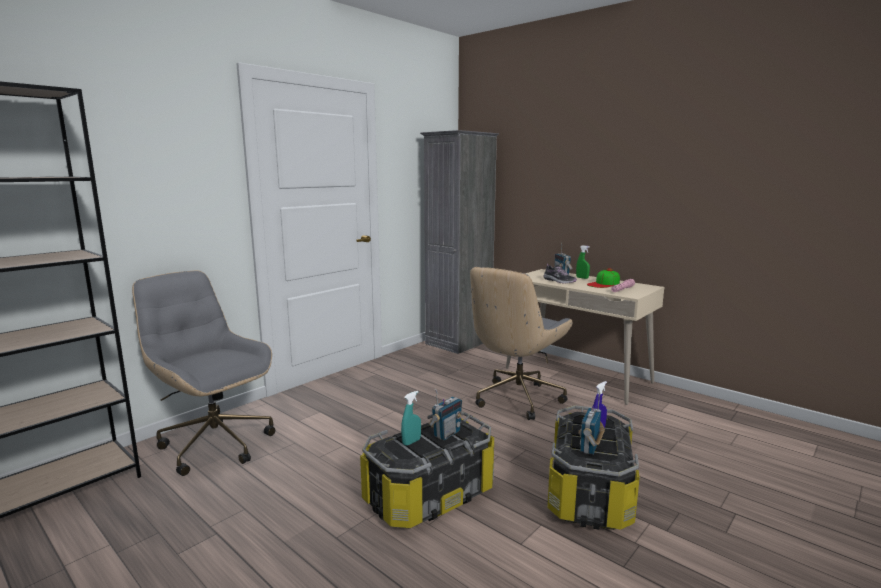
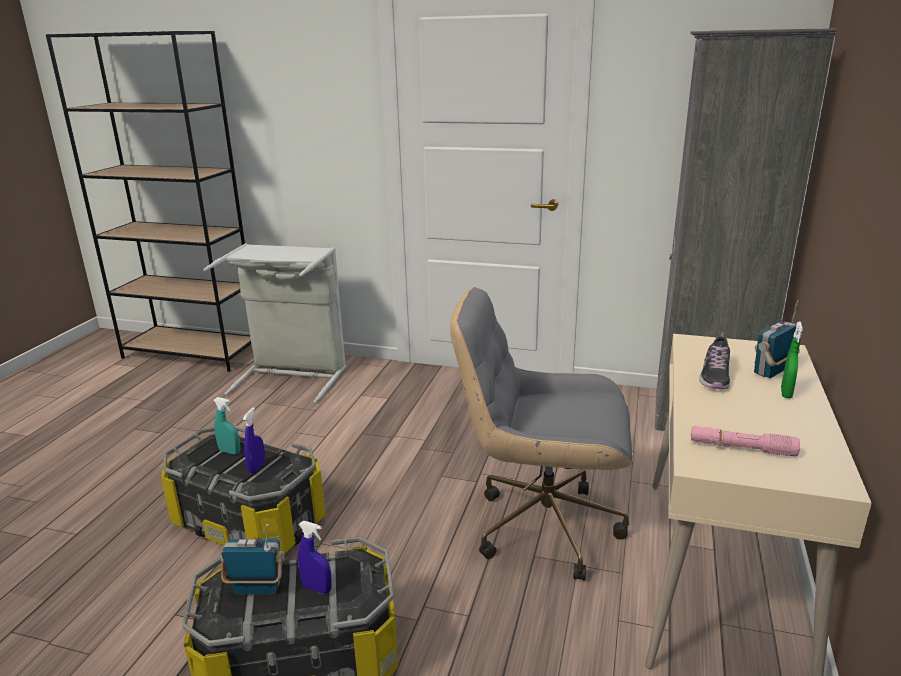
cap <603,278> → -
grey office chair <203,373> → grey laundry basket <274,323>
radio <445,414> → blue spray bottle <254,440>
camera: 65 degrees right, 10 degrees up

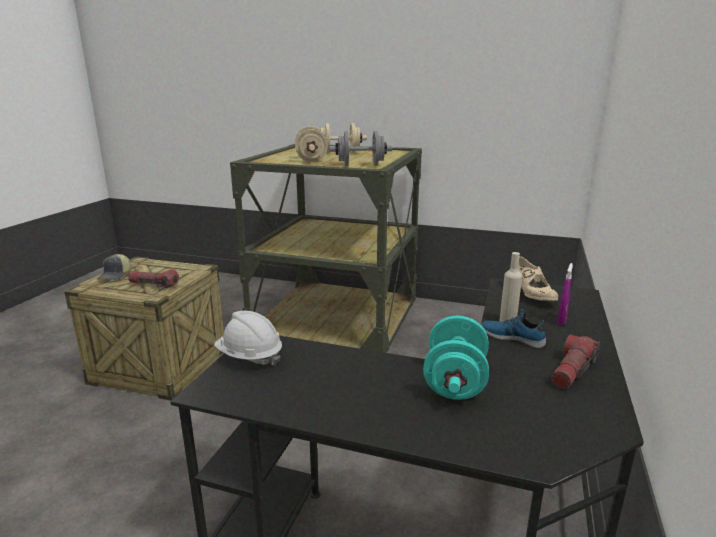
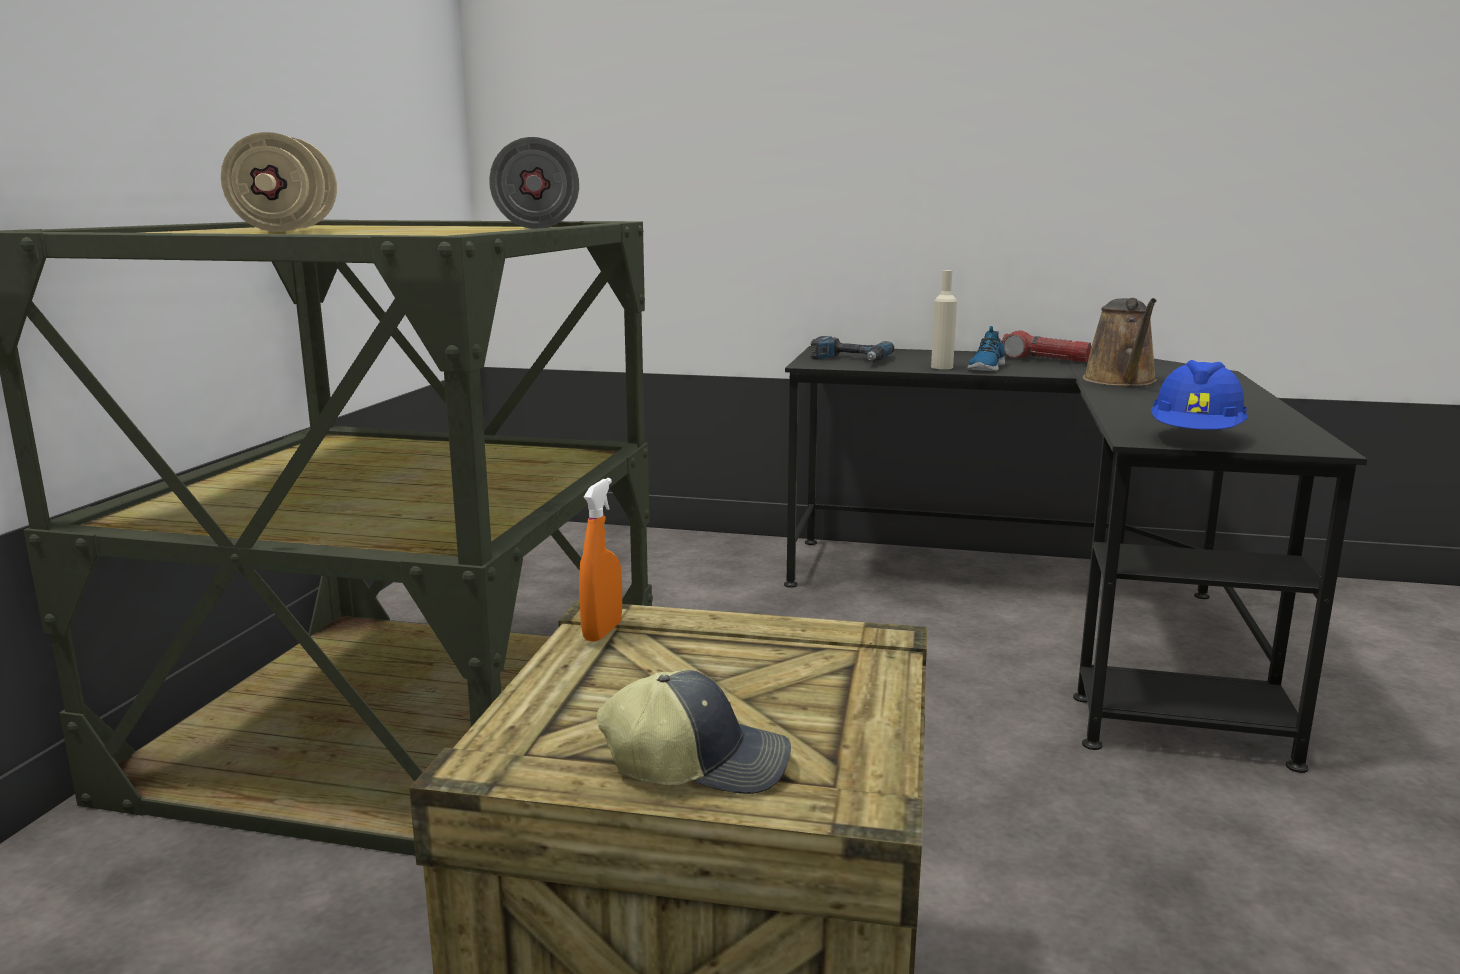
beige dumbbell <311,144> → -
beige shoe <538,279> → power drill <852,349>
purple spray bottle <565,294> → -
flashlight <153,279> → -
white hard hat <248,338> → blue hard hat <1199,395>
turquoise dumbbell <456,358> → brown watering can <1120,342>
- → orange spray bottle <600,560>
camera: 95 degrees left, 5 degrees down

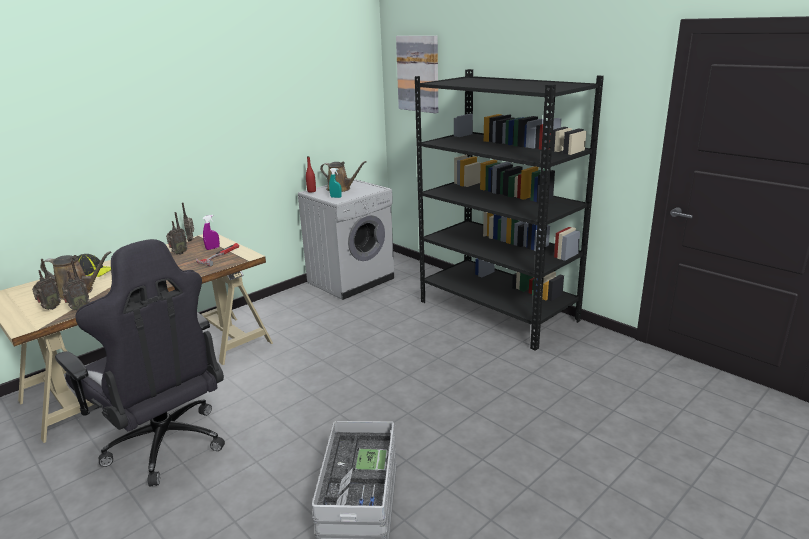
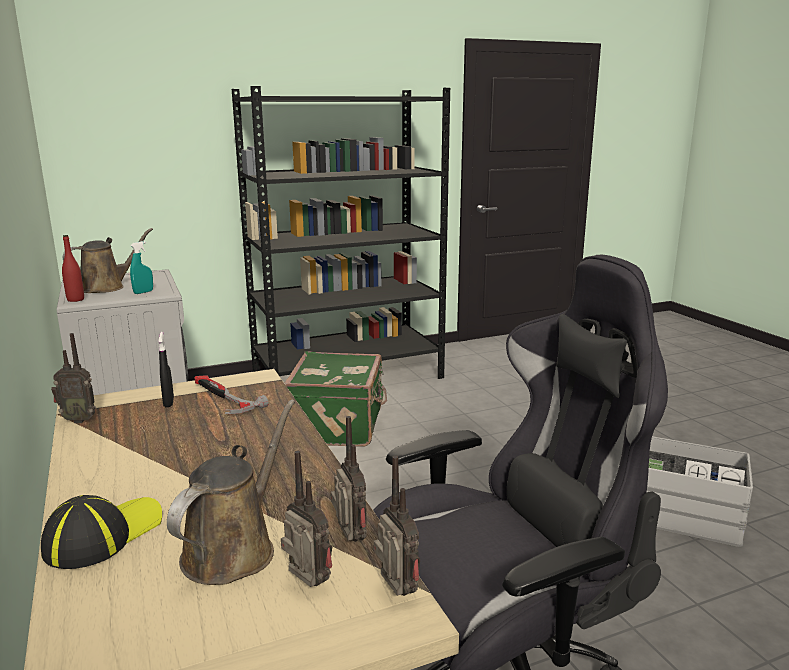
picture <417,74> → -
radio <177,233> → radio <396,526>, move
purple spray bottle <211,232> → black spray bottle <166,369>
- → green suitcase <335,399>
camera: 70 degrees left, 5 degrees down

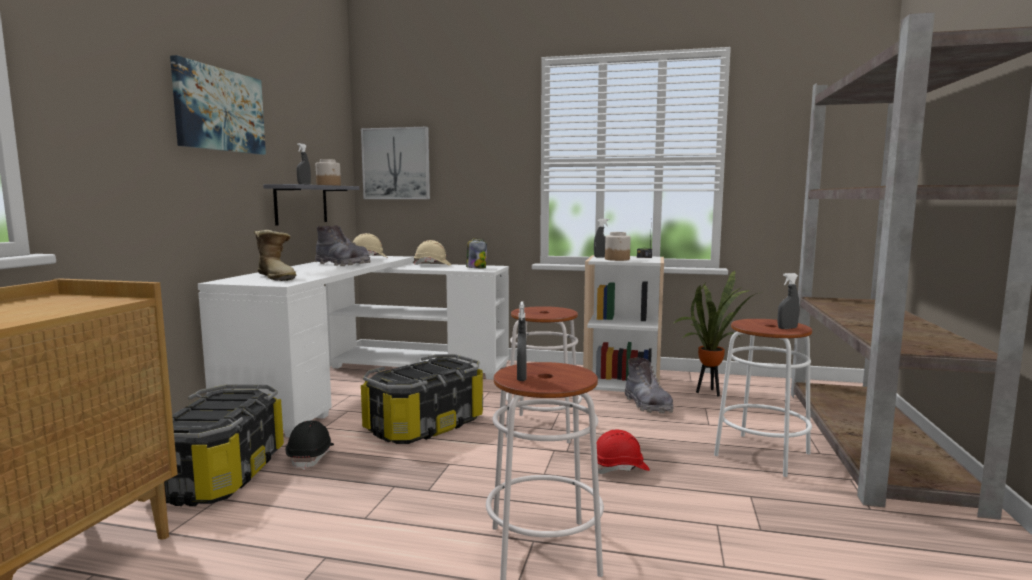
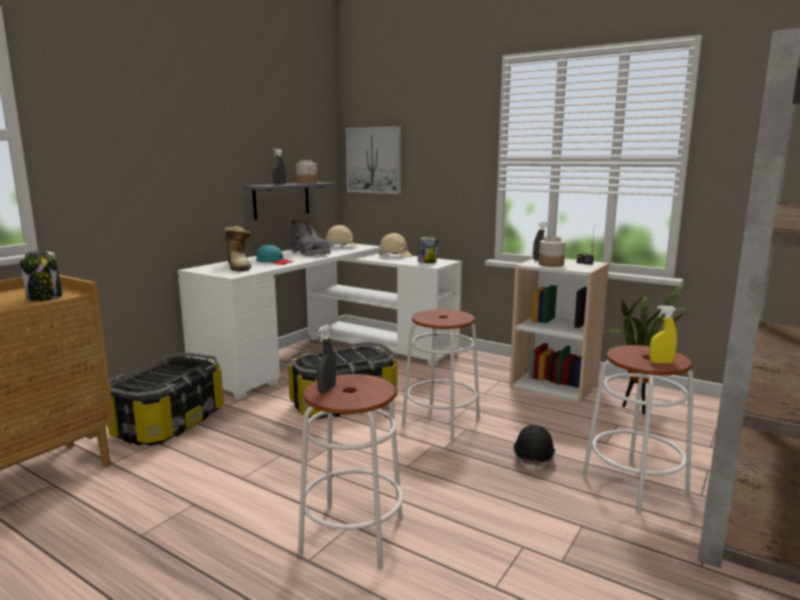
picture <218,105> → -
grey spray bottle <789,301> → yellow spray bottle <663,335>
grey boot <649,386> → -
black hard hat <309,445> → black hard hat <534,449>, move
red hard hat <620,452> → -
- → turquoise cap <274,254>
- → jar <41,276>
camera: 20 degrees right, 5 degrees up

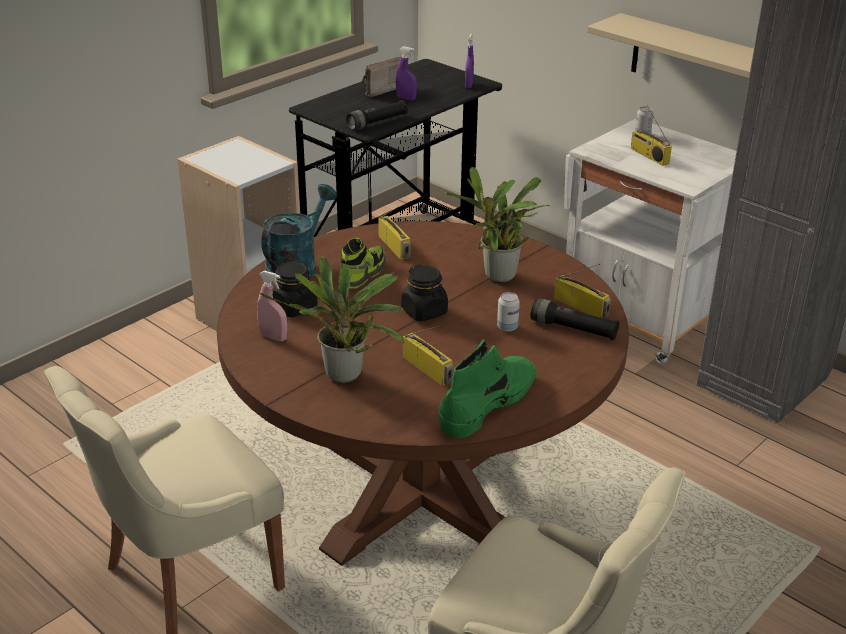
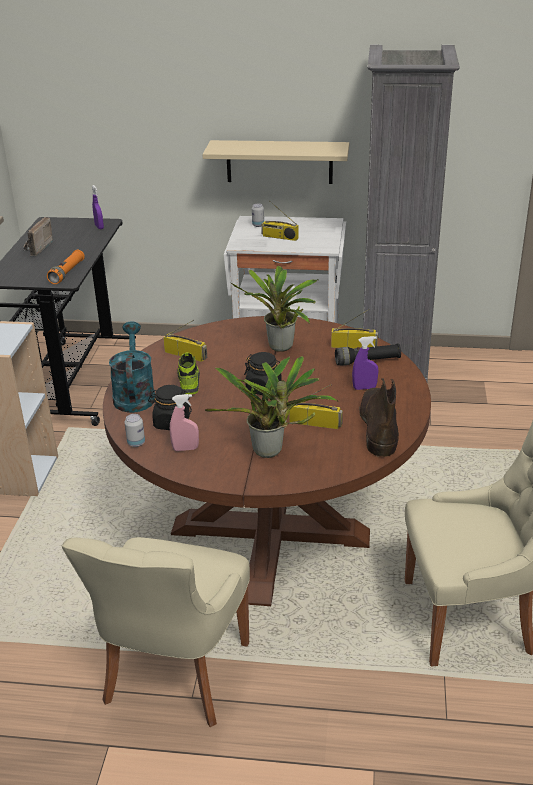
purple spray bottle <406,73> → purple spray bottle <365,363>, move
black flashlight <377,115> → orange flashlight <66,267>
can <508,312> → can <135,430>, move
green boot <488,388> → brown boot <379,418>
camera: 35 degrees left, 0 degrees up

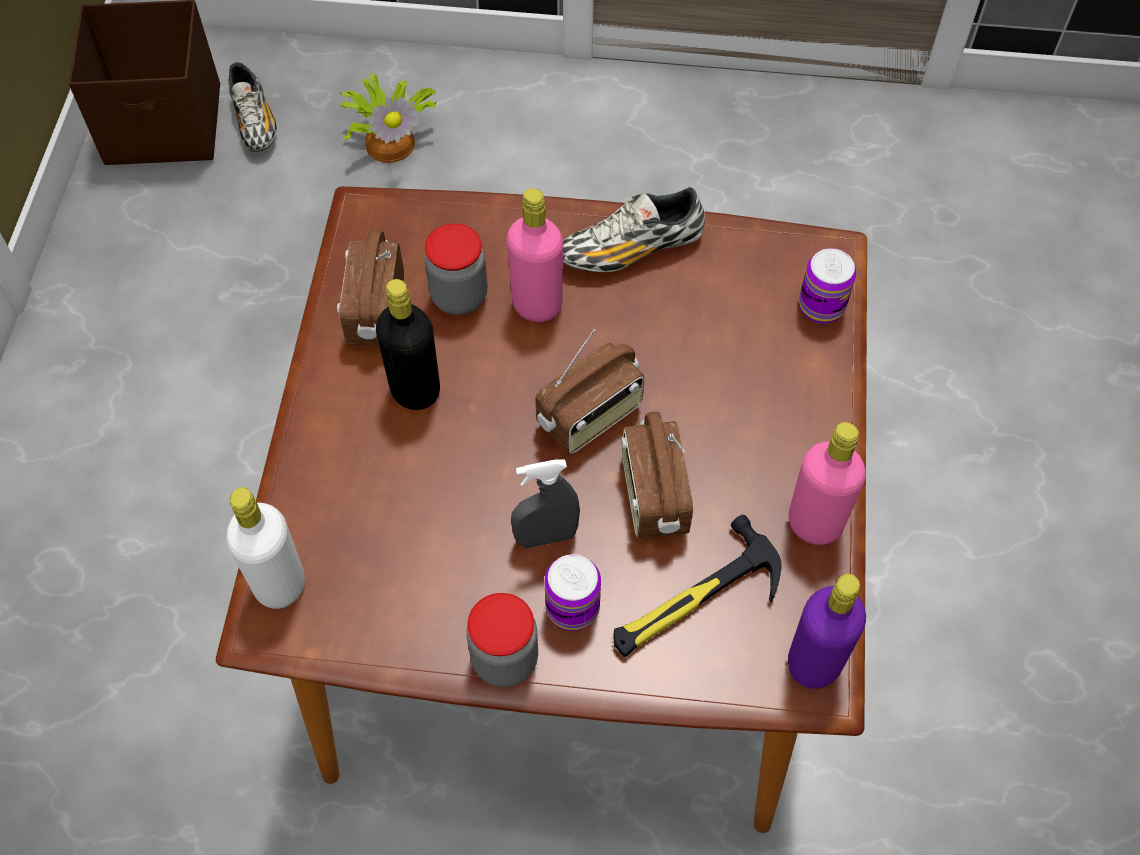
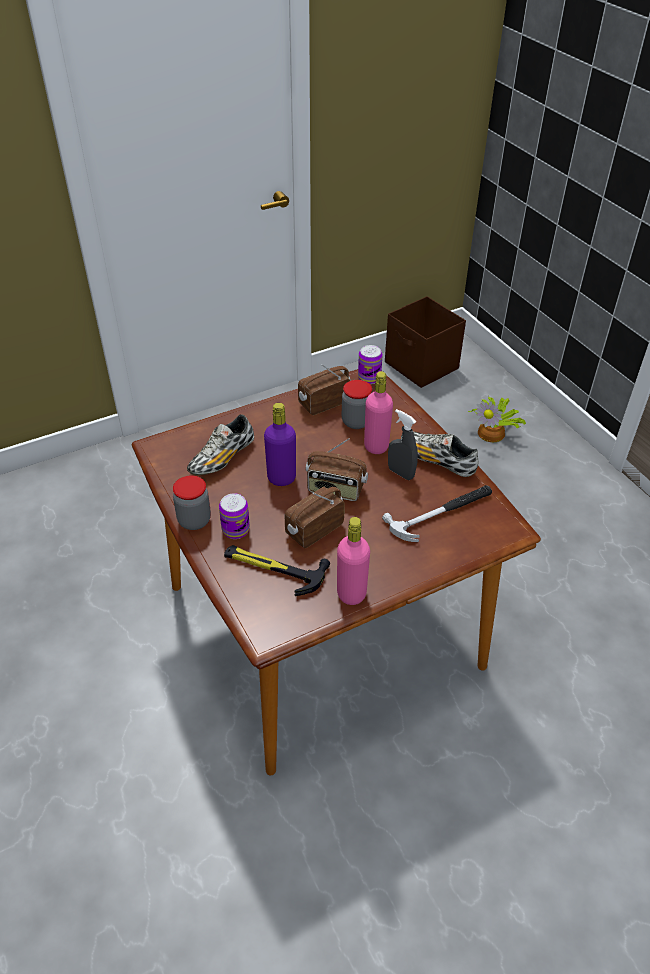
shoe <253,107> → shoe <220,444>, move
can <828,286> → can <370,364>, move
black bottle <408,344> → -
grey spray bottle <545,504> → grey spray bottle <403,444>, move
white bottle <266,548> → -
purple bottle <827,631> → purple bottle <280,444>, move
- → hammer <437,513>
camera: 55 degrees right, 15 degrees down

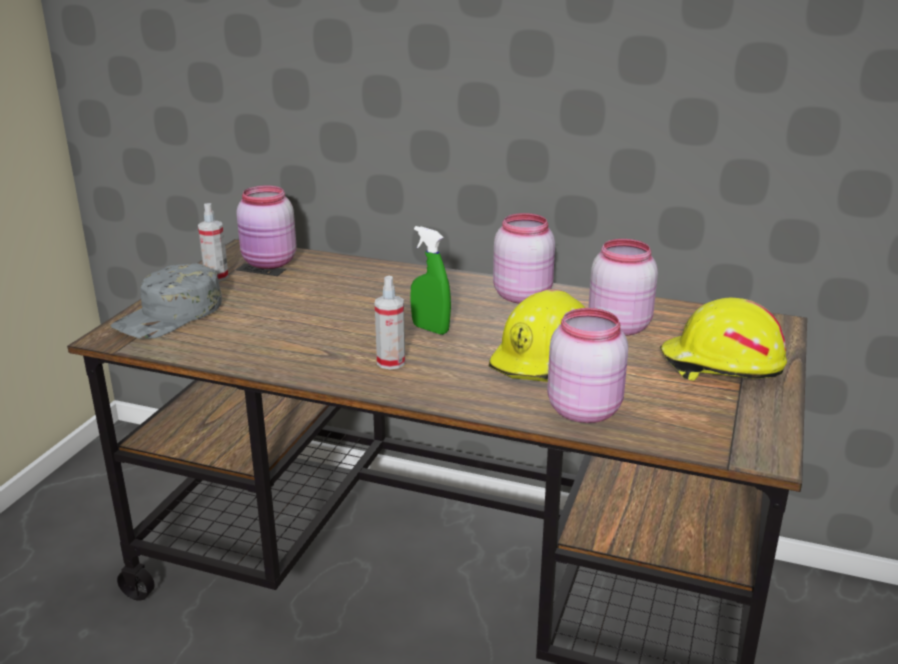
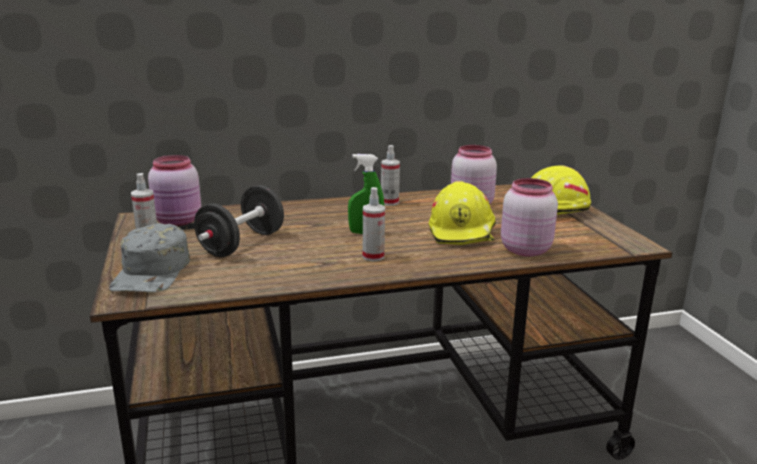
pink jar <524,258> → spray bottle <390,175>
- → black dumbbell <239,221>
camera: 35 degrees left, 5 degrees down

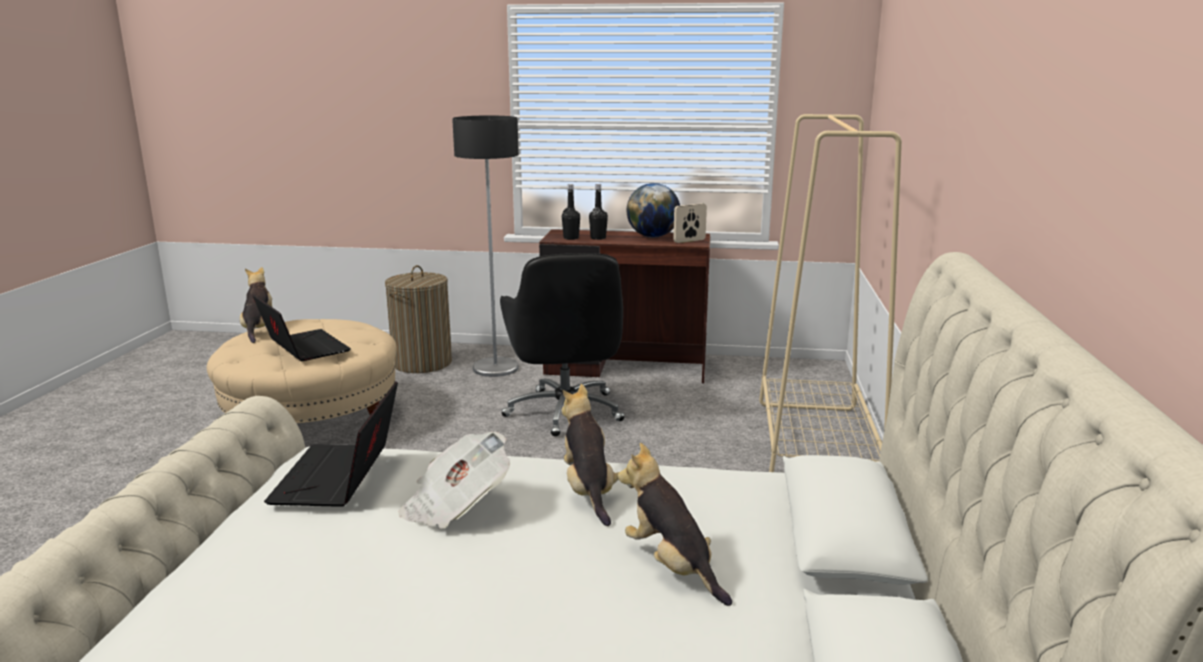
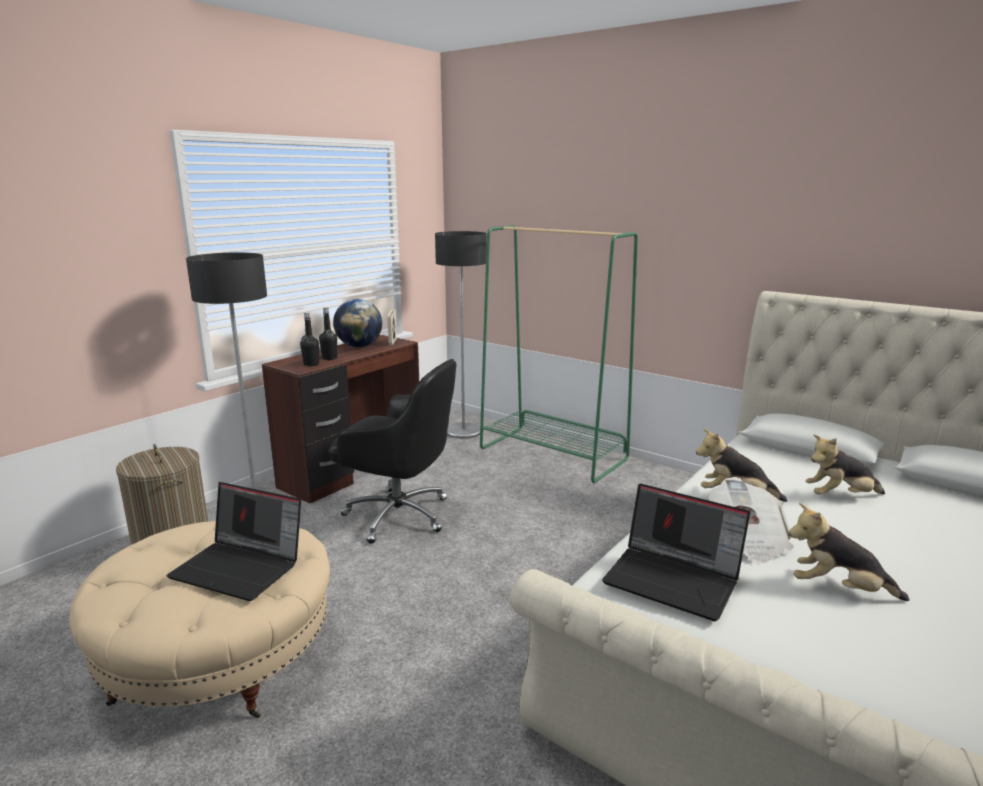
beige clothes rack <830,293> → green clothes rack <559,354>
plush toy <256,305> → plush toy <849,552>, move
laptop <302,328> → laptop <234,541>, 150 degrees counterclockwise
- → floor lamp <461,335>
camera: 60 degrees left, 0 degrees up

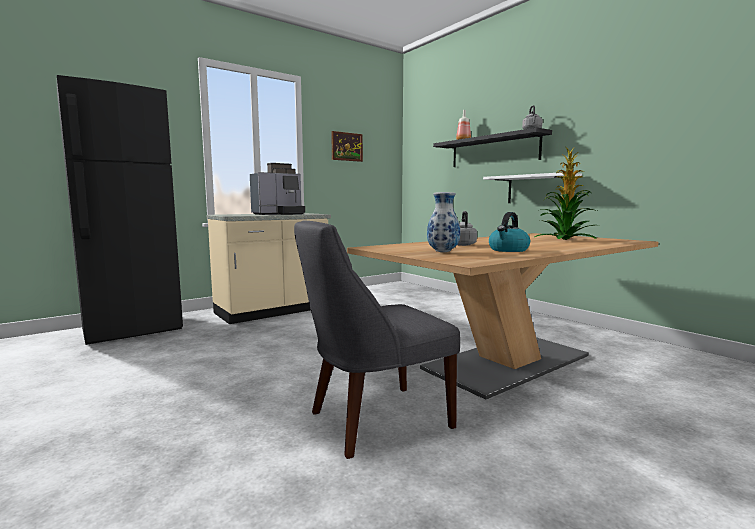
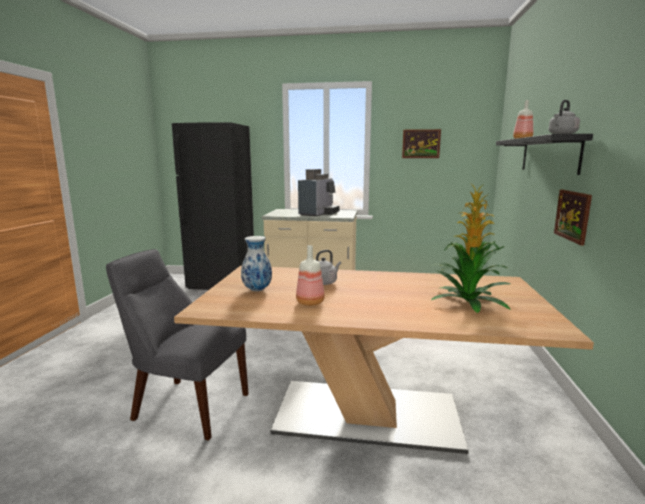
coffee machine <277,189> → coffee machine <319,192>, 75 degrees counterclockwise
white shelf <532,188> → picture <573,217>
kettle <509,232> → bottle <310,275>
camera: 45 degrees right, 5 degrees up

